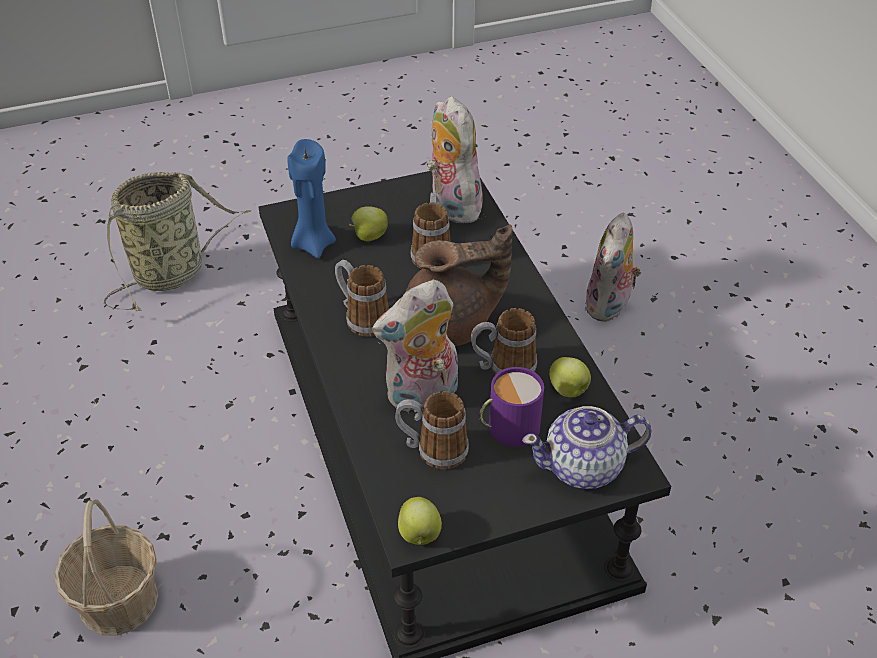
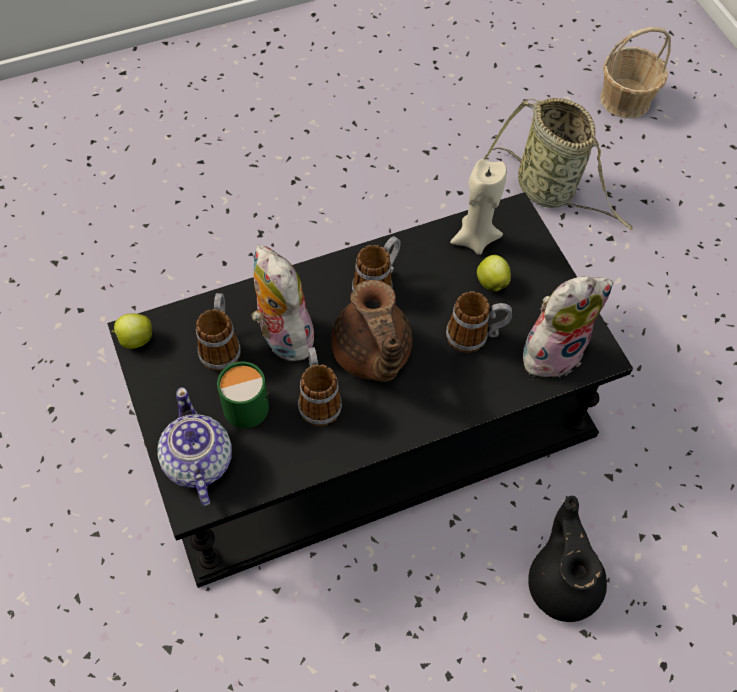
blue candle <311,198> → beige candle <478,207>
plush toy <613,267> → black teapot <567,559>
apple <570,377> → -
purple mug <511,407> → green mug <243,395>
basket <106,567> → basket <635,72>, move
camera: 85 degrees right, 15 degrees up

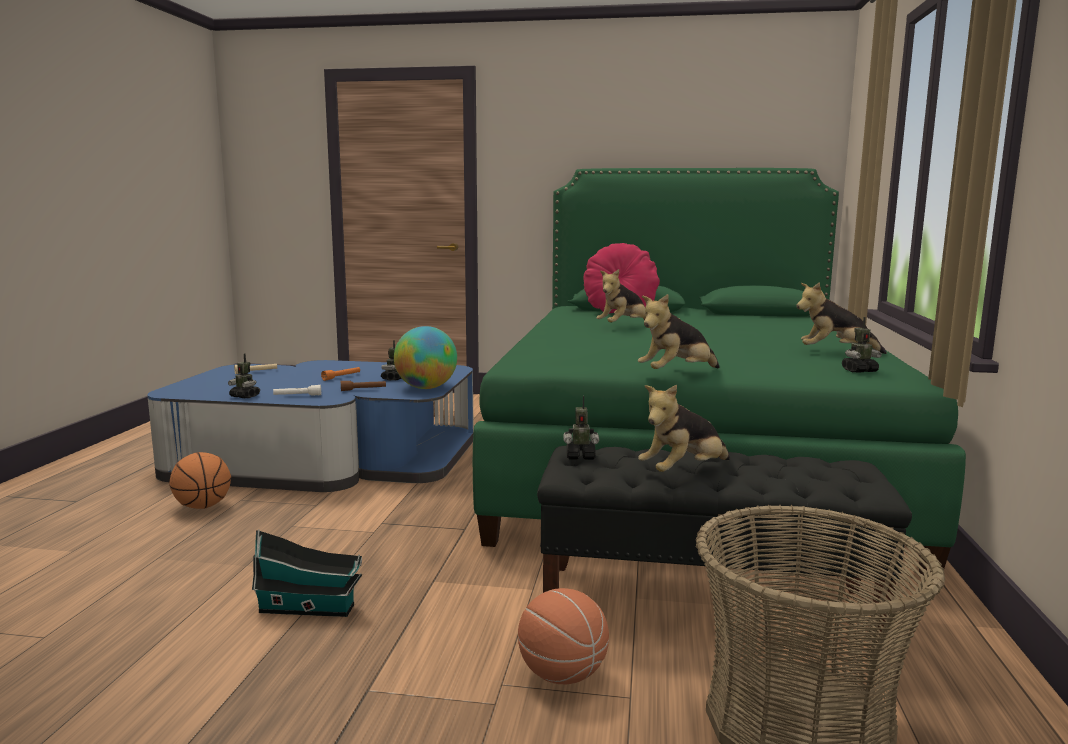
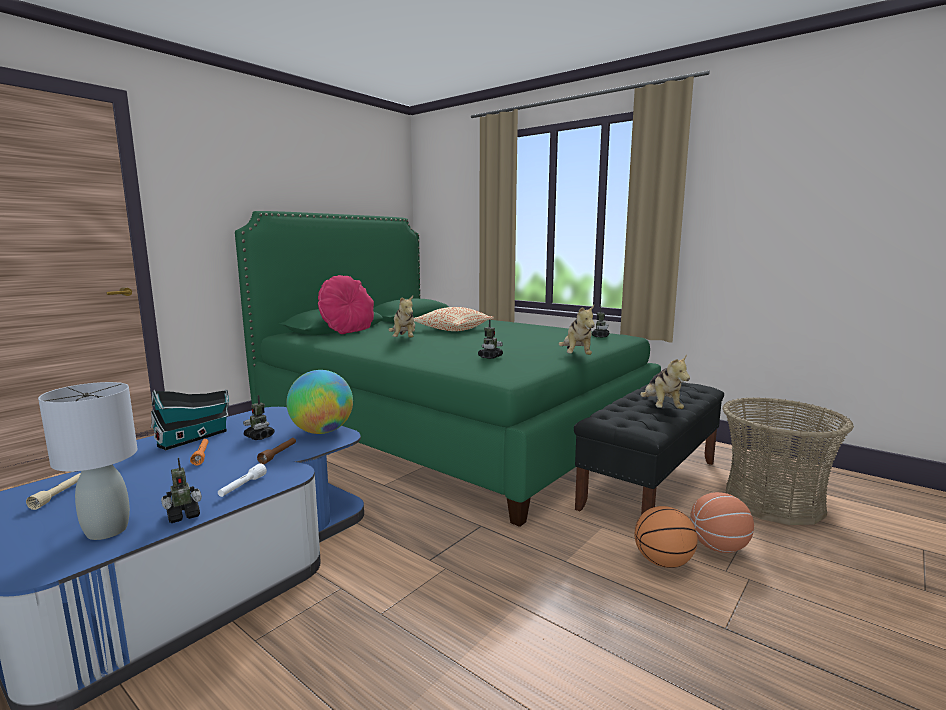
plush toy <841,318> → -
toy robot <581,428> → toy robot <490,339>, move
basketball <200,480> → basketball <666,537>, move
toy house <307,573> → toy house <190,420>, move
- → beige pillow <454,319>
- → grey table lamp <88,461>
camera: 60 degrees left, 0 degrees up

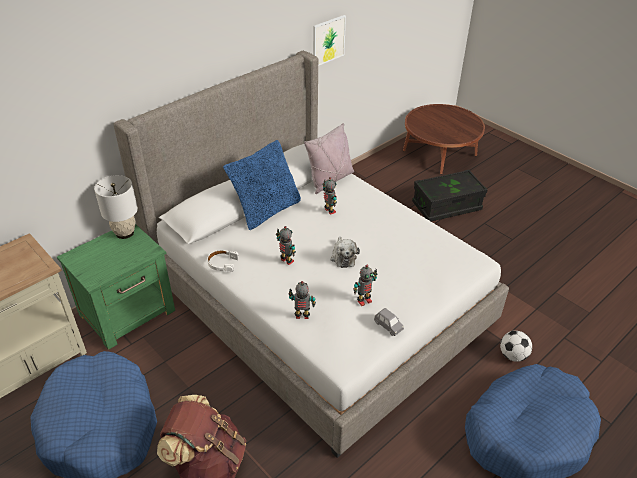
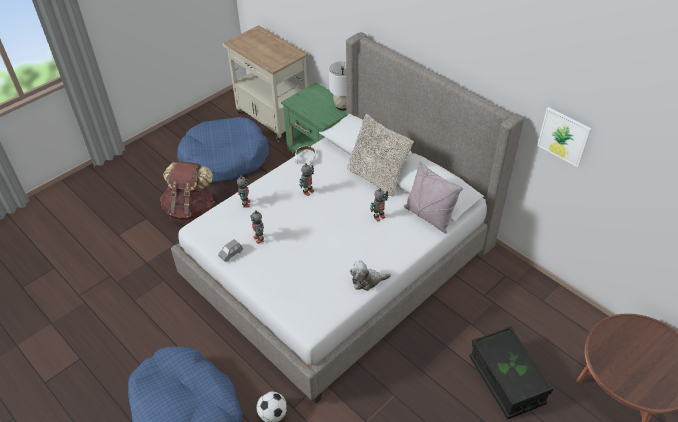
blue pillow <262,185> → beige pillow <380,155>
plush toy <345,252> → plush toy <370,275>, move
camera: 90 degrees right, 5 degrees up

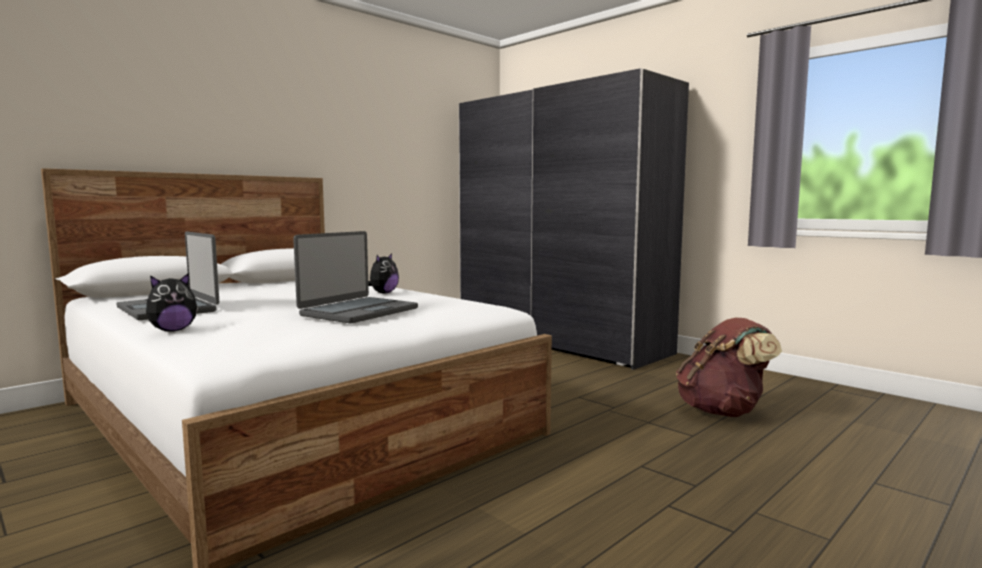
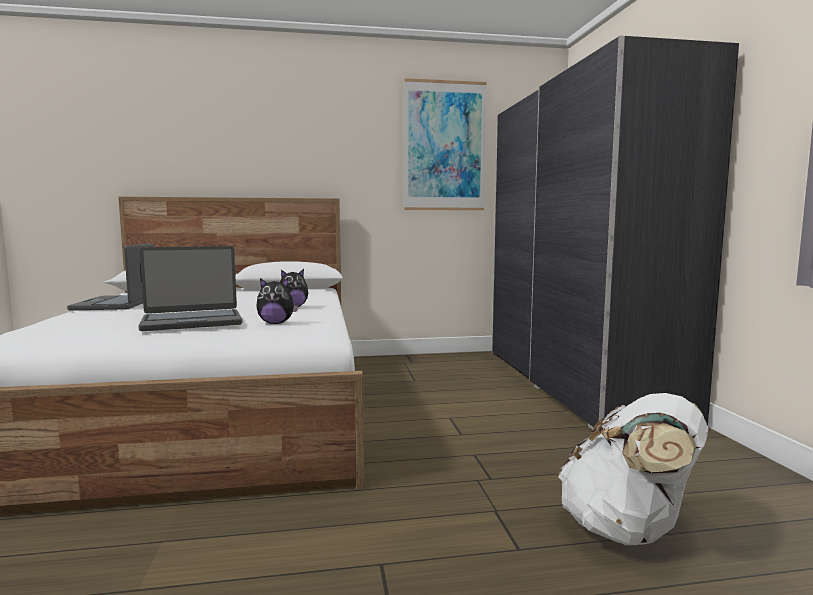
plush toy <172,302> → plush toy <277,301>, move
brown backpack <729,367> → white backpack <633,469>
- → picture <445,144>
camera: 35 degrees right, 0 degrees up

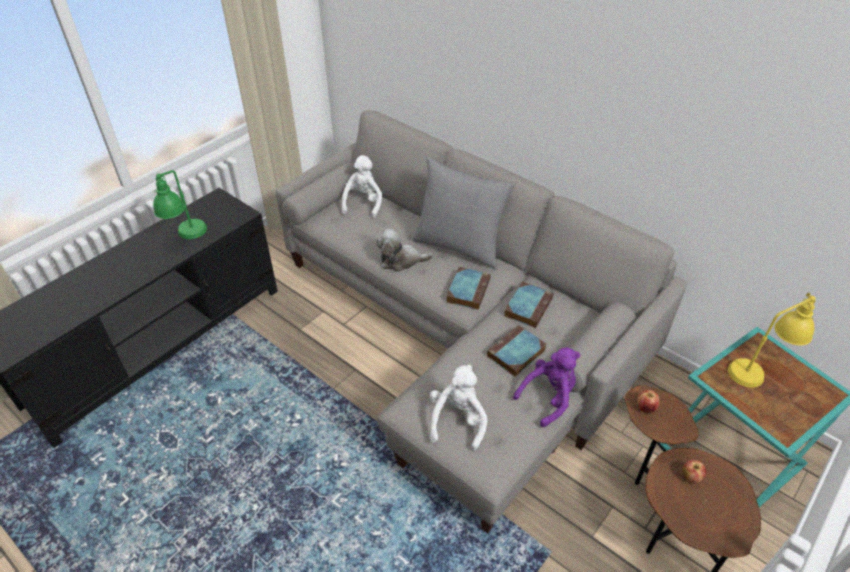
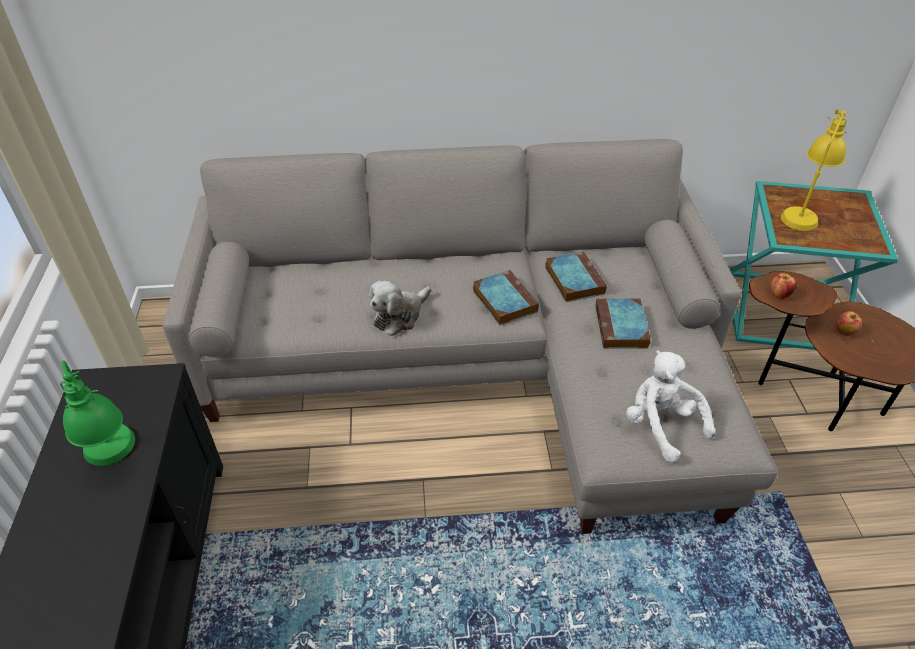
white plush toy <362,186> → -
grey pillow <464,213> → -
purple plush toy <546,387> → -
camera: 45 degrees left, 0 degrees up

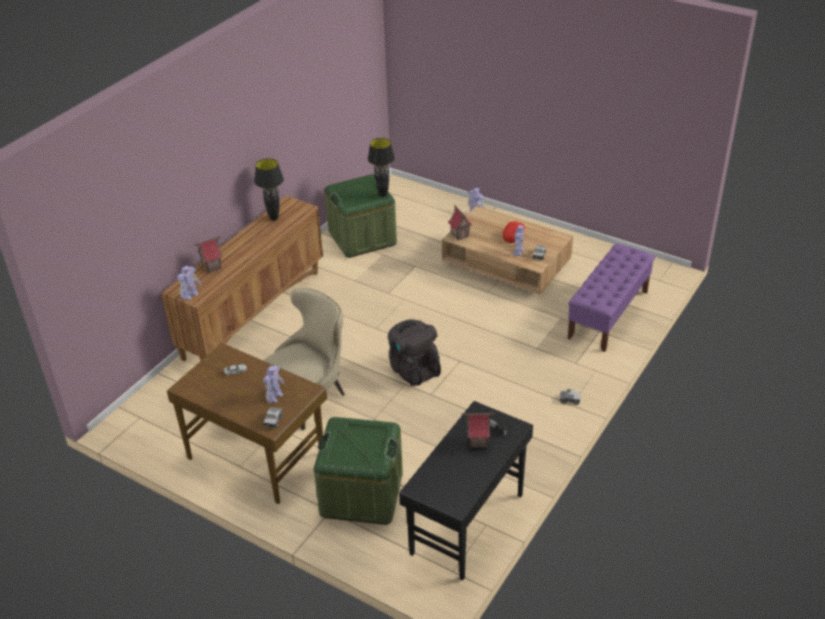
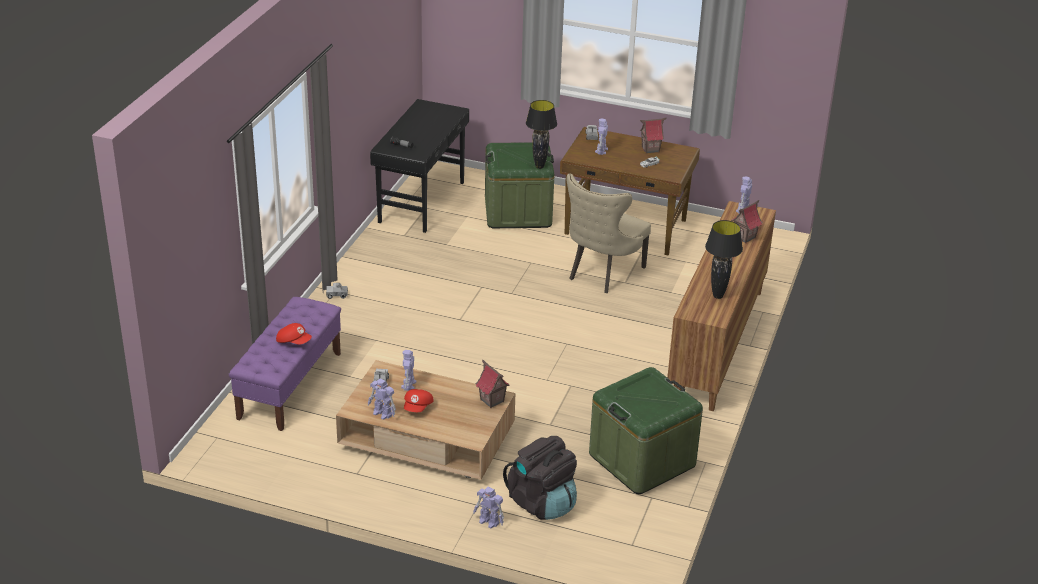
black table lamp <381,167> → black table lamp <541,134>, move
black backpack <414,352> → black backpack <540,478>, move
toy house <478,430> → toy house <653,136>, move
- → red cap <294,334>
- → toy robot <382,399>
camera: 165 degrees right, 5 degrees down

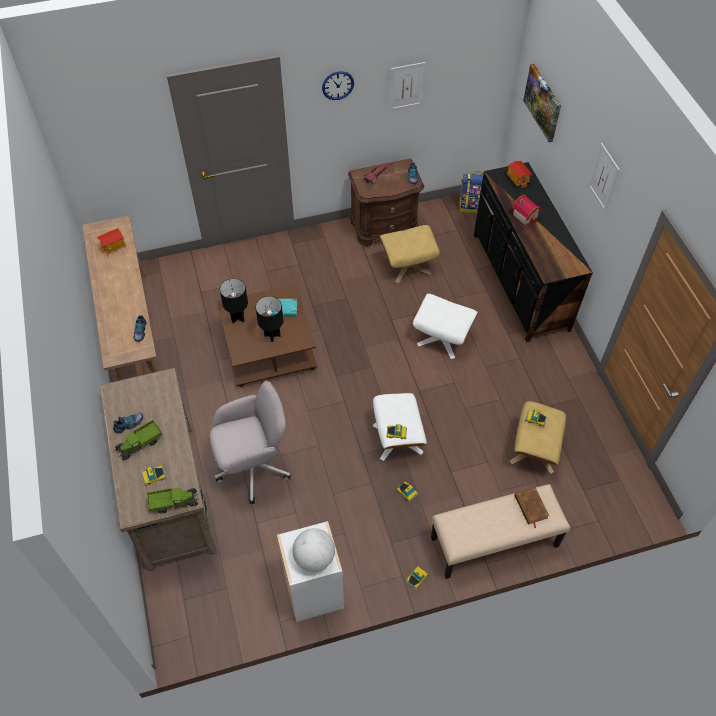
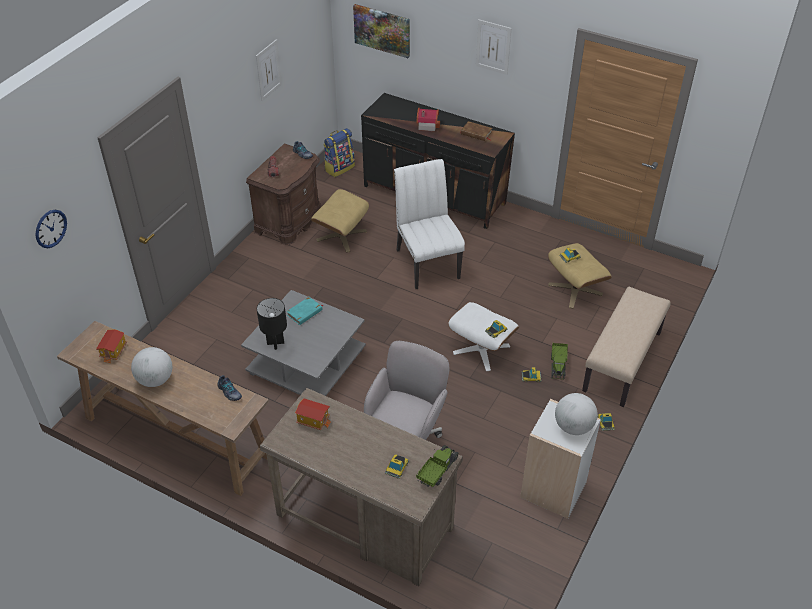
wall clock <338,85> → wall clock <51,229>, move
toy house <519,174> → toy house <313,414>, move
brown coffee table <267,335> → grey coffee table <303,343>
white ottoman <445,326> → white chair <429,224>
black table lamp <269,319> → -
shoe <128,423> → -
toy truck <138,440> → toy truck <560,361>, move
brown book <531,507> → brown book <476,131>, move
- → globe <151,367>
camera: 45 degrees left, 10 degrees down

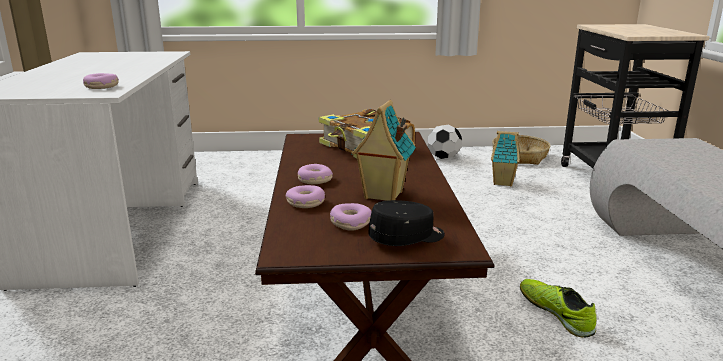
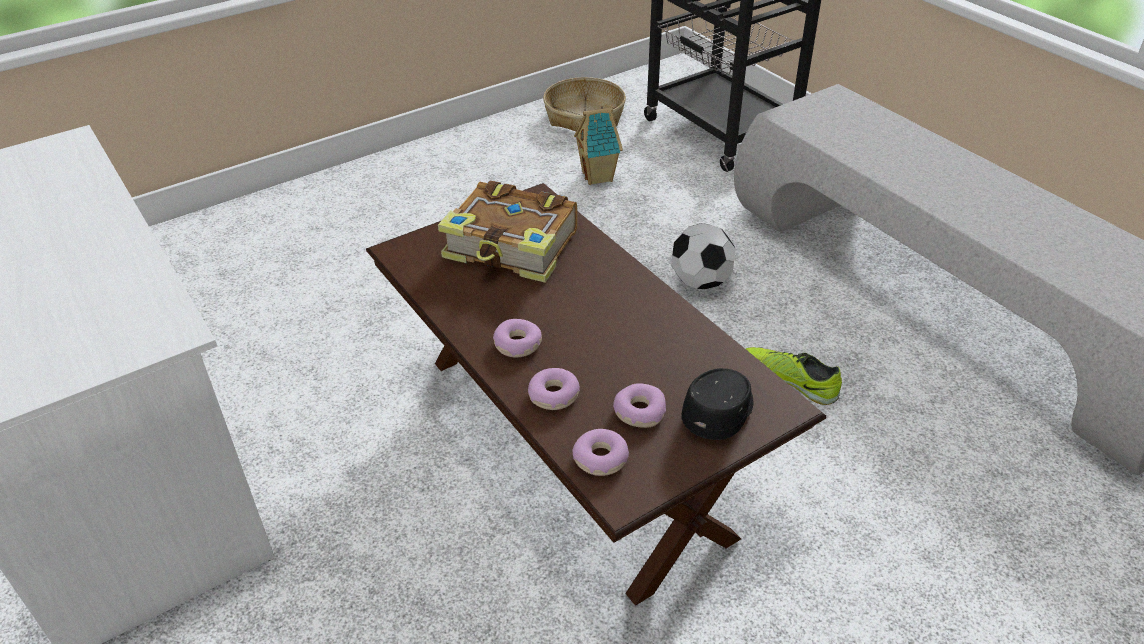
donut <101,81> → donut <601,452>, move
toy house <383,150> → -
football <444,141> → football <703,256>, move
camera: 30 degrees left, 20 degrees up

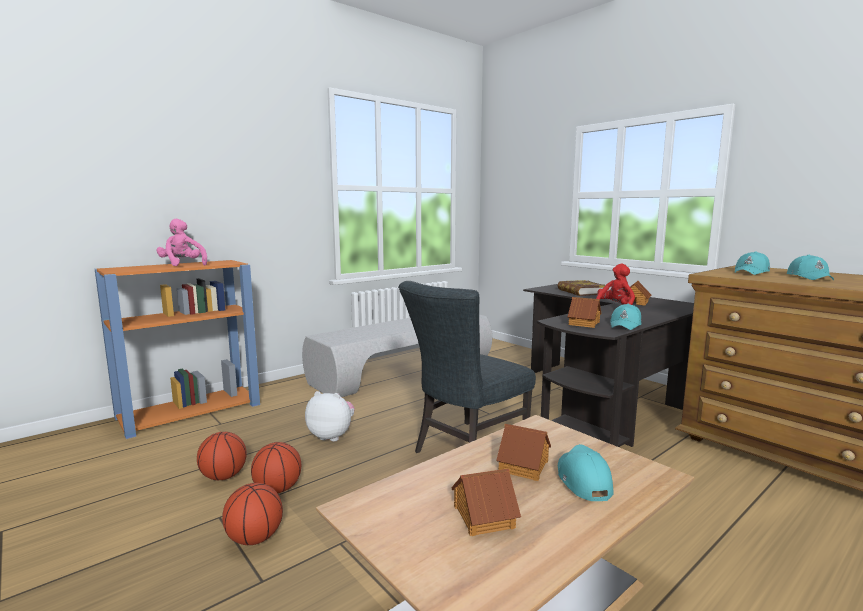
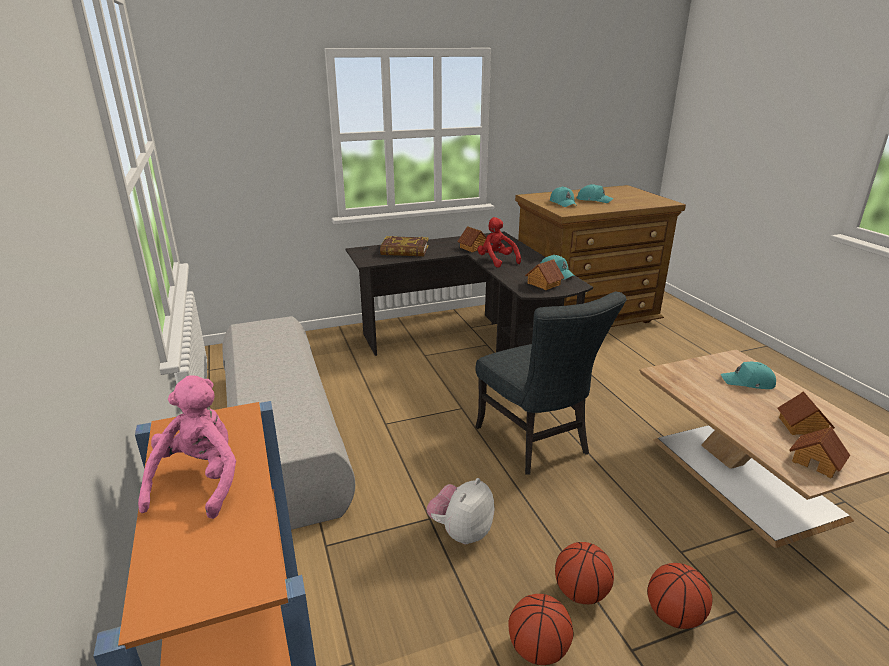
pink plush toy <182,242> → pink plush toy <187,447>, 120 degrees clockwise
toy house <523,452> → toy house <819,452>, move
camera: 70 degrees left, 15 degrees up

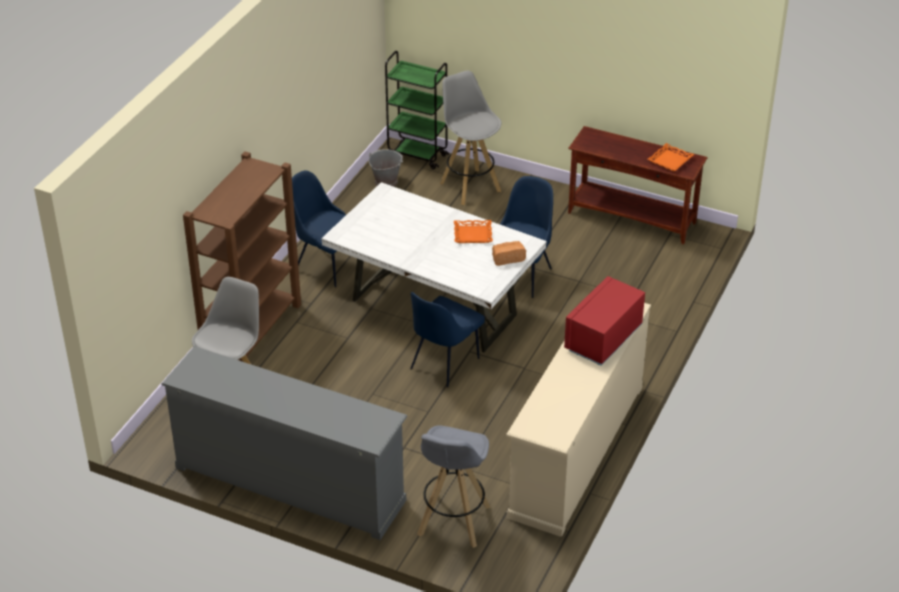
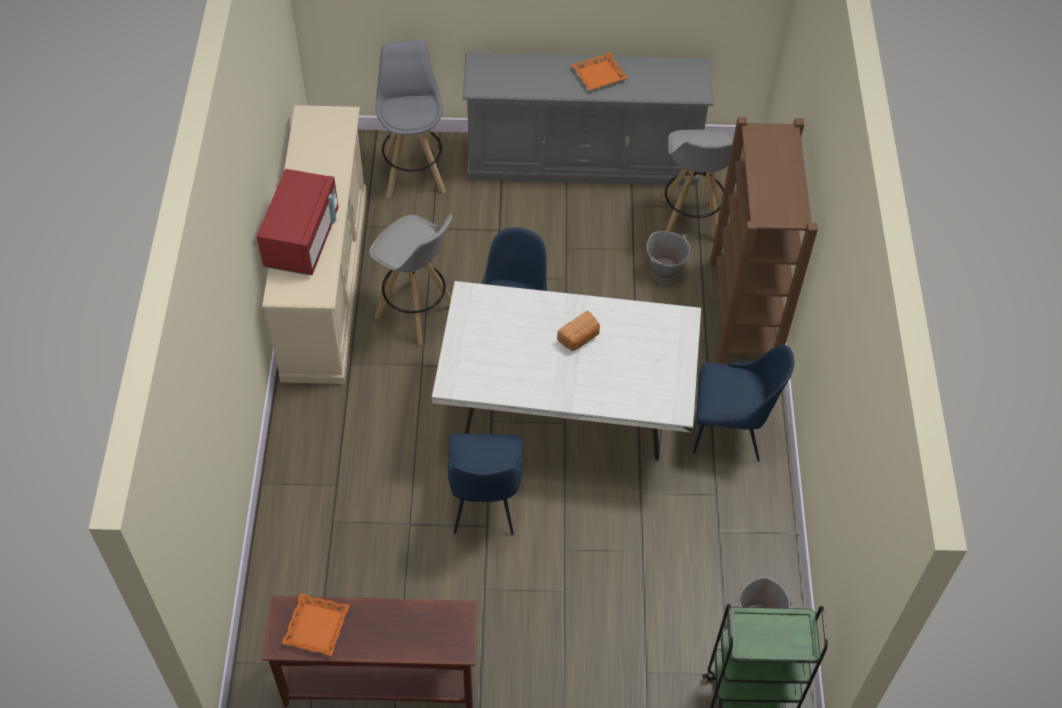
grey stool <470,138> → grey stool <411,279>, move
orange tray <473,231> → orange tray <599,71>, move
bread <509,253> → bread <578,330>, move
- → grey bucket <669,257>
camera: 155 degrees right, 15 degrees up

